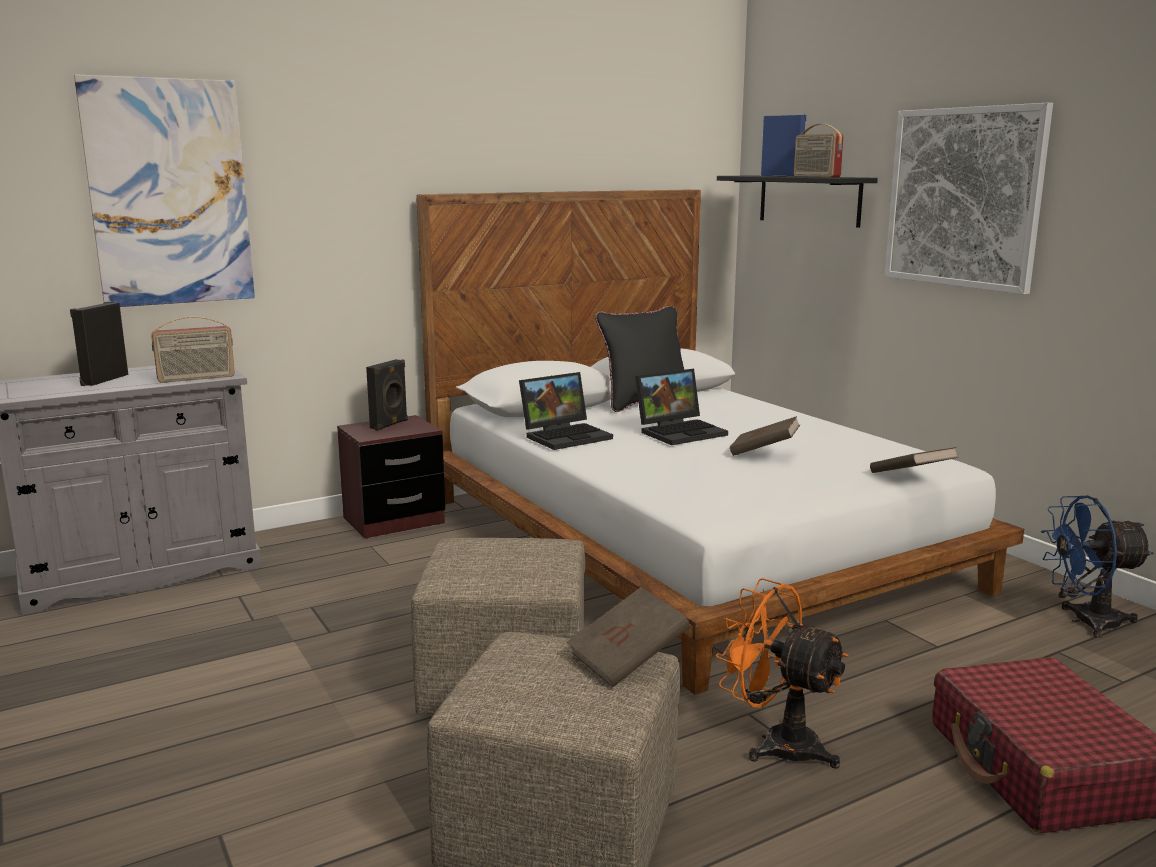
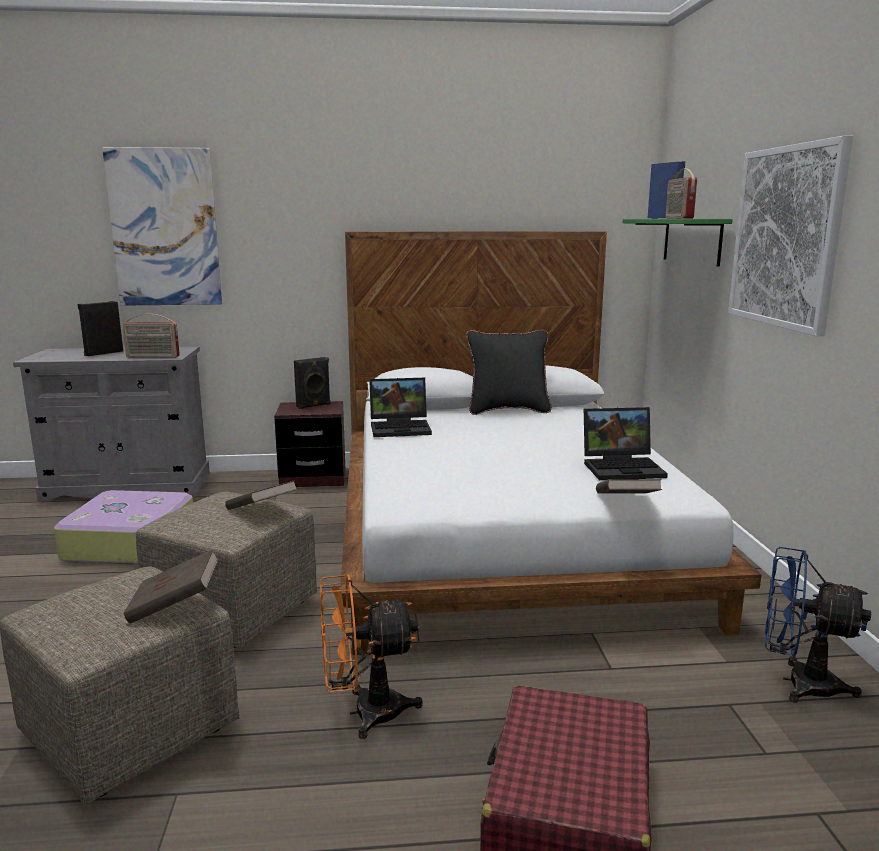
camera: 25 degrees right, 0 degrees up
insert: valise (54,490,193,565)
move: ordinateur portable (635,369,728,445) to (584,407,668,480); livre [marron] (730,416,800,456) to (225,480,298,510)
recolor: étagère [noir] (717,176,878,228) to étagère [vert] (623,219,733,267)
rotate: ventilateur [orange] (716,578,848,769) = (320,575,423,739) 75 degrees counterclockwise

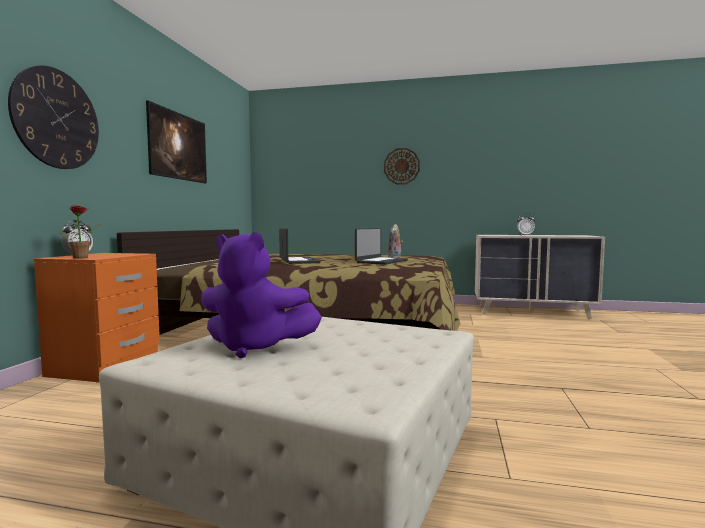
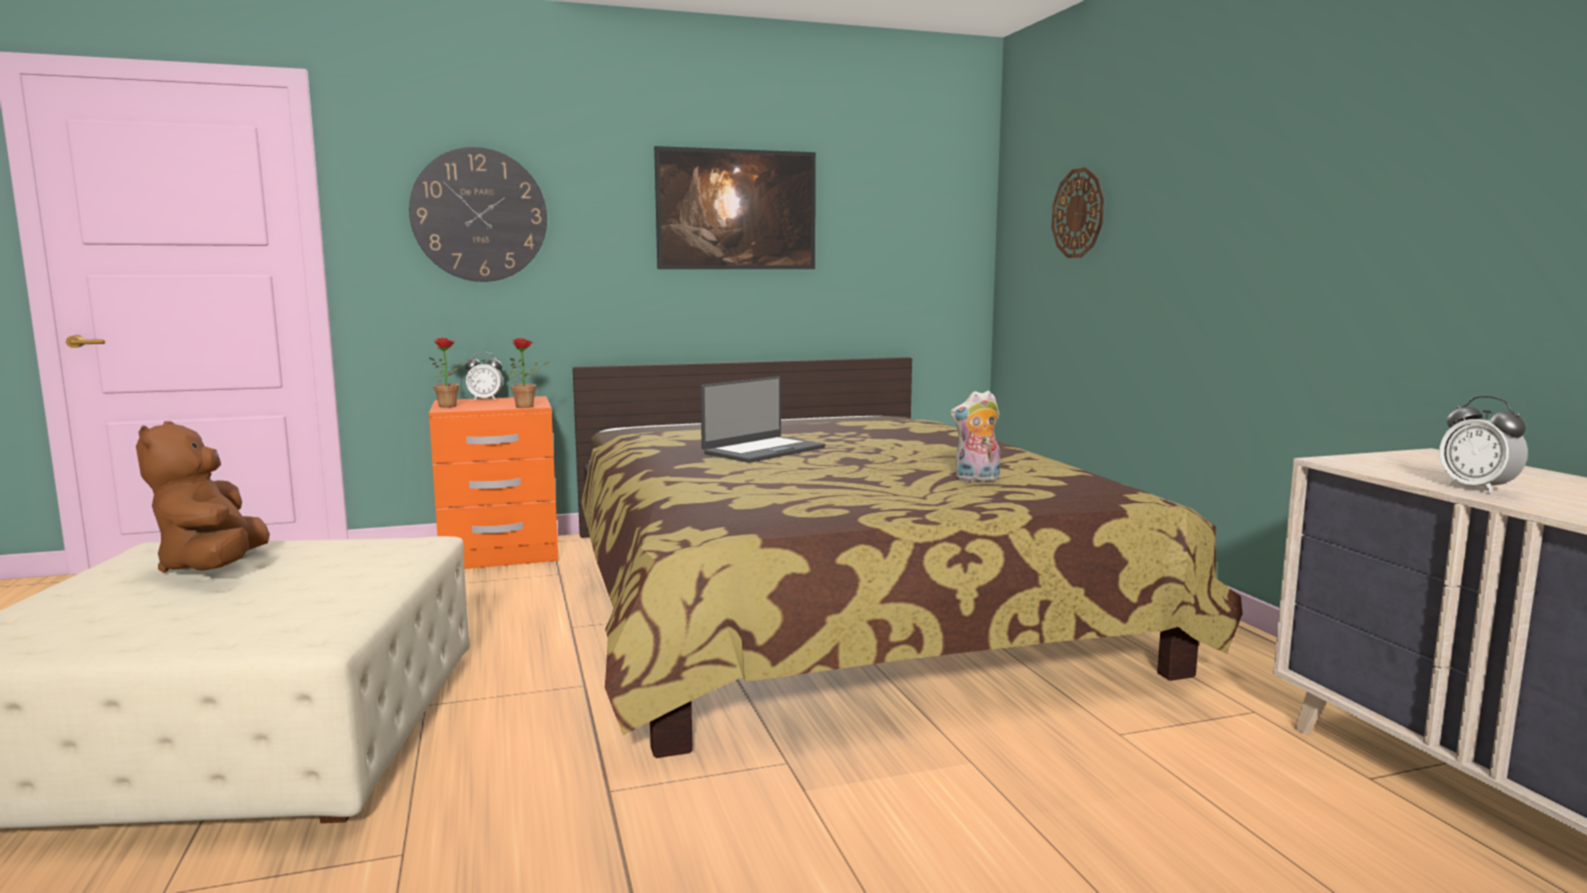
camera: 60 degrees right, 5 degrees up
delete: ordinateur portable (355,228,408,265)
insert: plante en pot (508,338,551,408)
move: horloge murale (384,148,420,185) to (1052,167,1104,258)
recolor: peluche [violet] (201,232,322,358) to peluche [marron] (136,421,270,573)

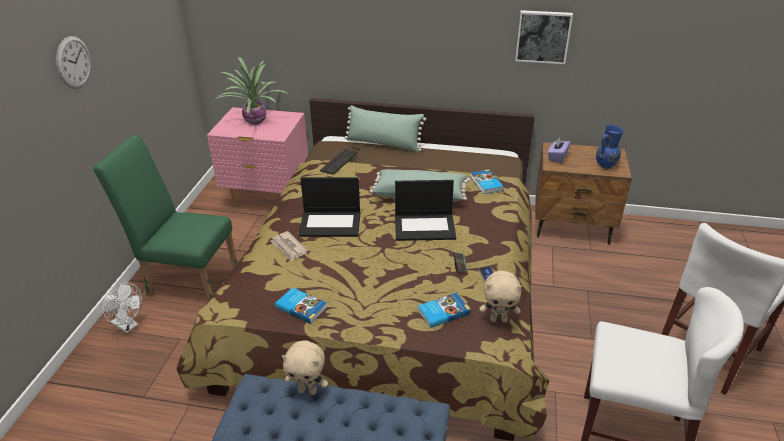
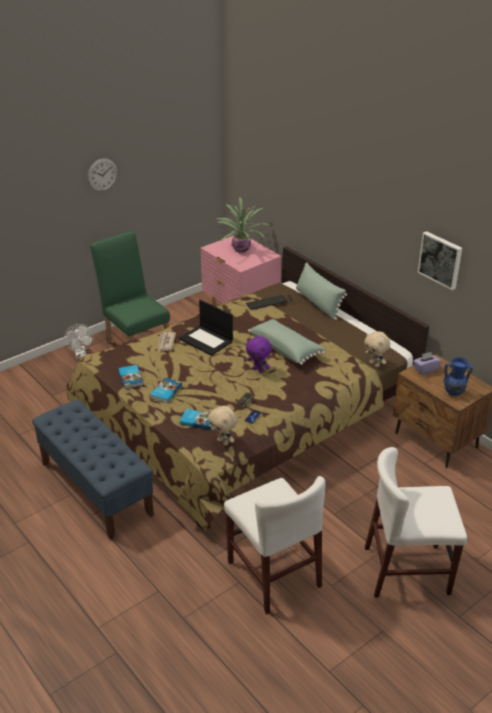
camera: 40 degrees right, 0 degrees up
move: livre (470,169,504,194) to (150,378,182,403); peluche [beige] (282,340,328,395) to (364,331,390,367)
replace: ordinateur portable (395,180,456,241) to peluche [violet] (246,336,272,373)

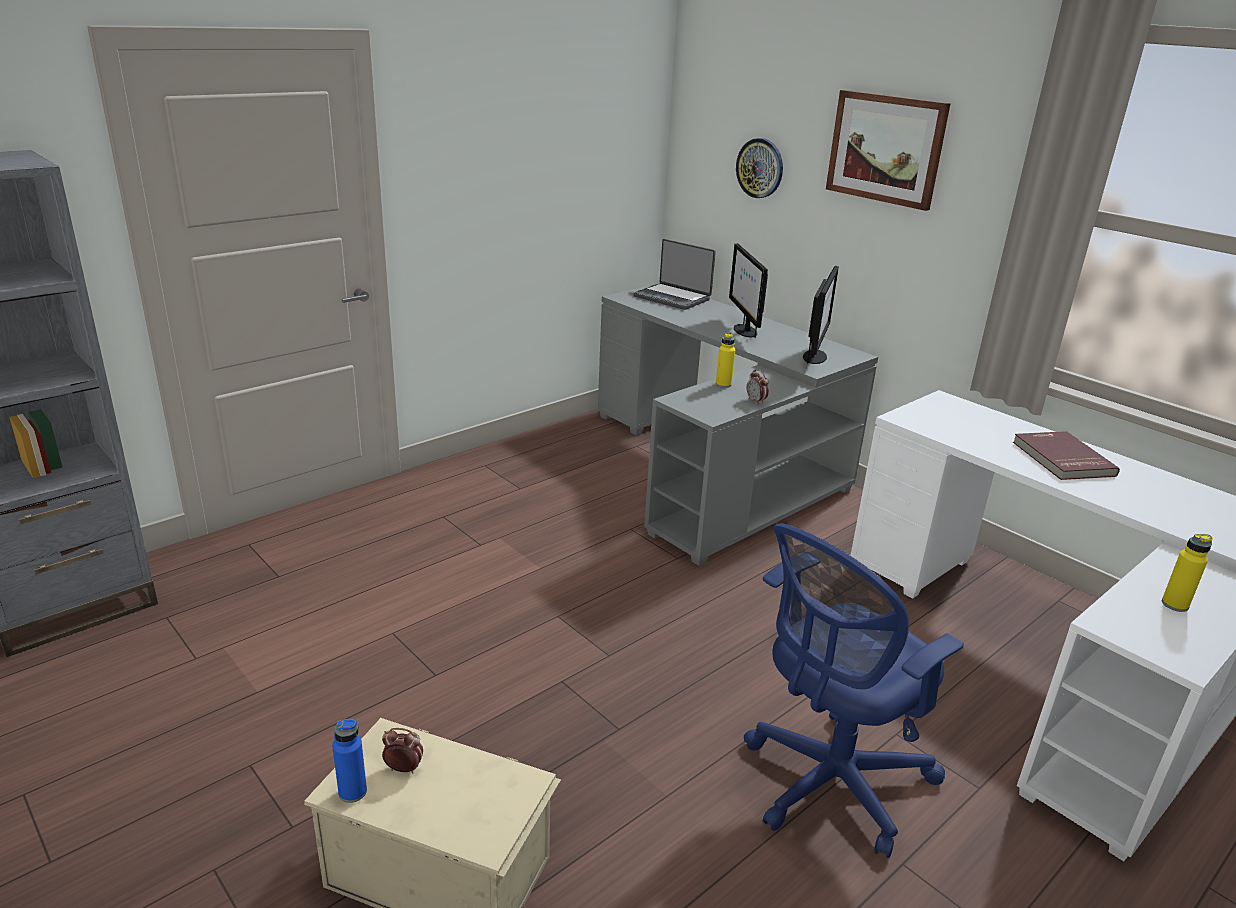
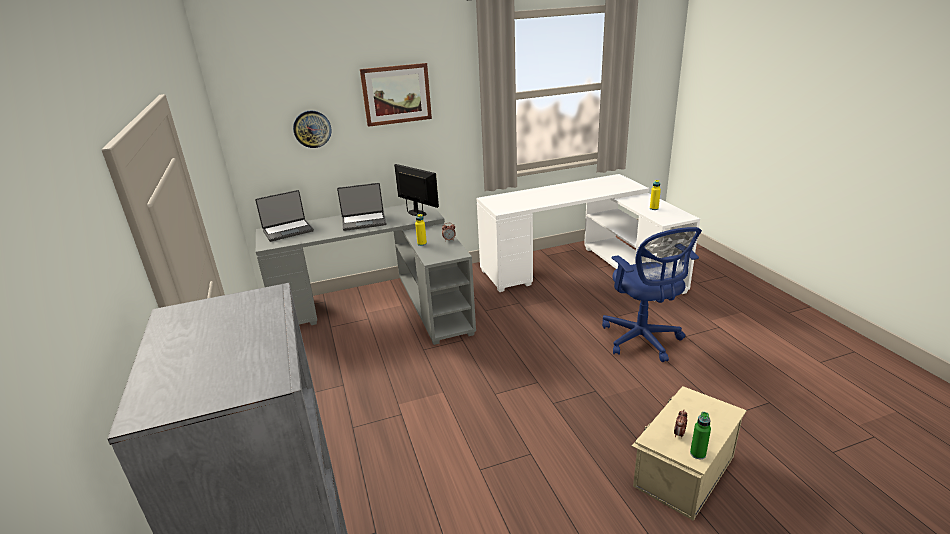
camera: 65 degrees left, 0 degrees up
delete: livre [rouge] (1013,431,1120,480)
replace: écran d'ordinateur (729,243,768,338) to ordinateur portable (337,183,387,231)
recolor: bouteille [bleu] (332,719,367,803) to bouteille [vert] (690,412,711,459)

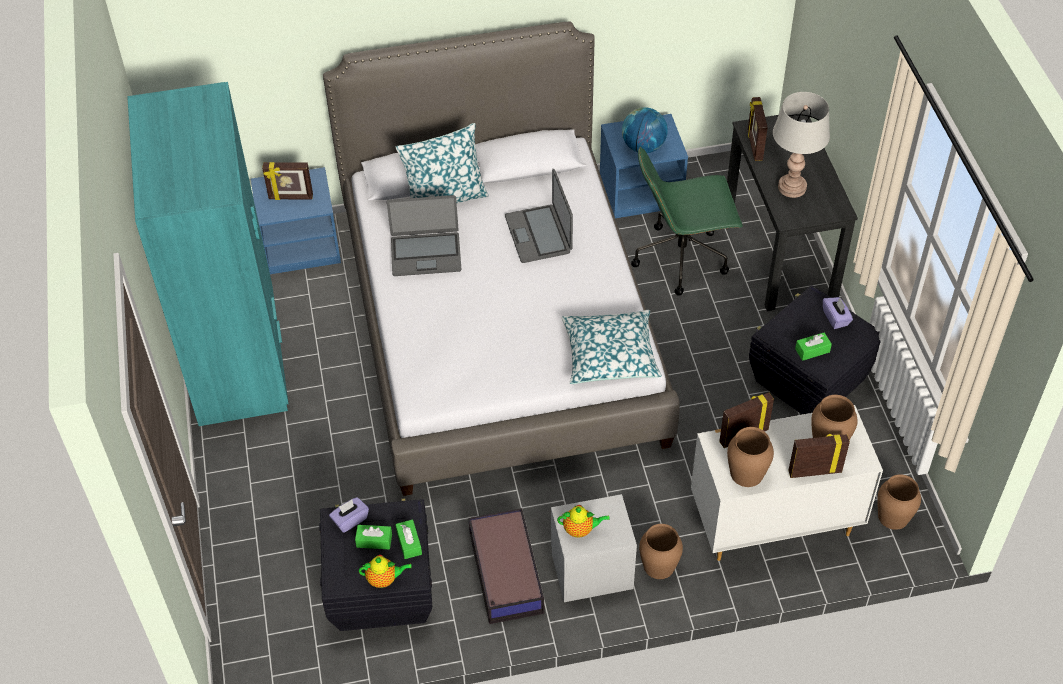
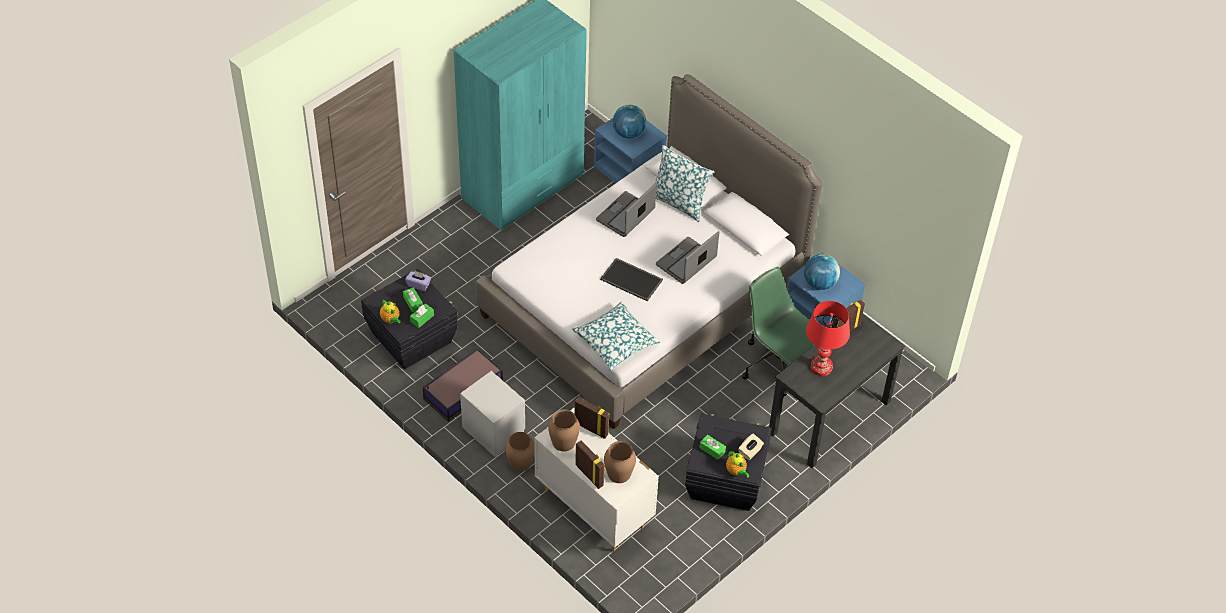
camera: 55 degrees right, 0 degrees up
delete: vase [marron] (877,474,921,530)
insert: plateau (600,258,663,301)
move: théière (557,505,610,538) to (726,451,750,477)
replace: cadre photo (262,162,313,200) to globe (613,105,646,138)
recolor: lampe de table [gris] (773,92,830,198) to lampe de table [rouge] (806,301,850,376); boîte à mouchoirs [violet] (823,297,853,329) to boîte à mouchoirs [beige] (738,434,764,460)
rotate: ordinateur portable (387,195,461,276) = (596,183,657,237) 75 degrees clockwise

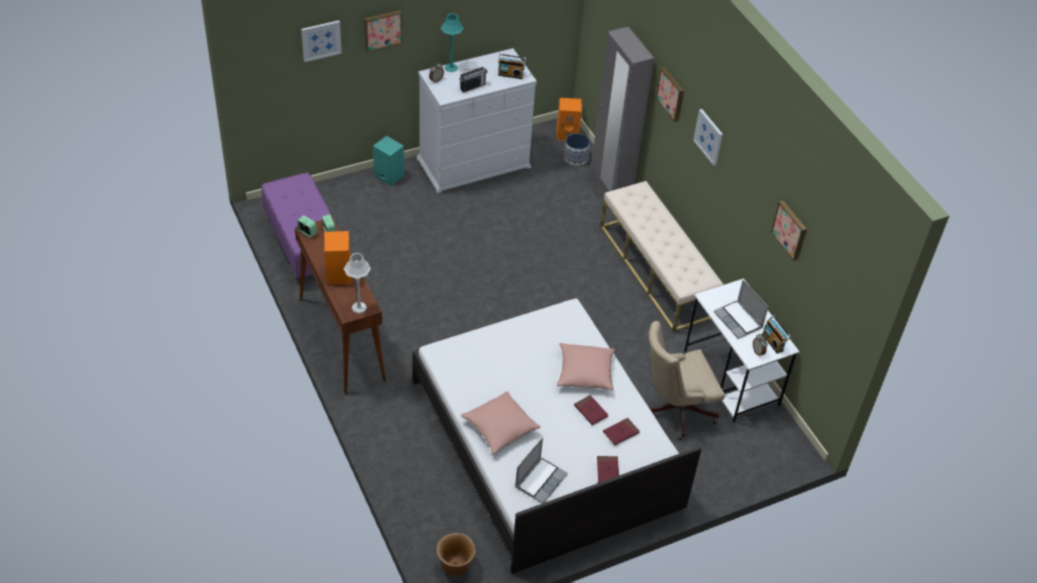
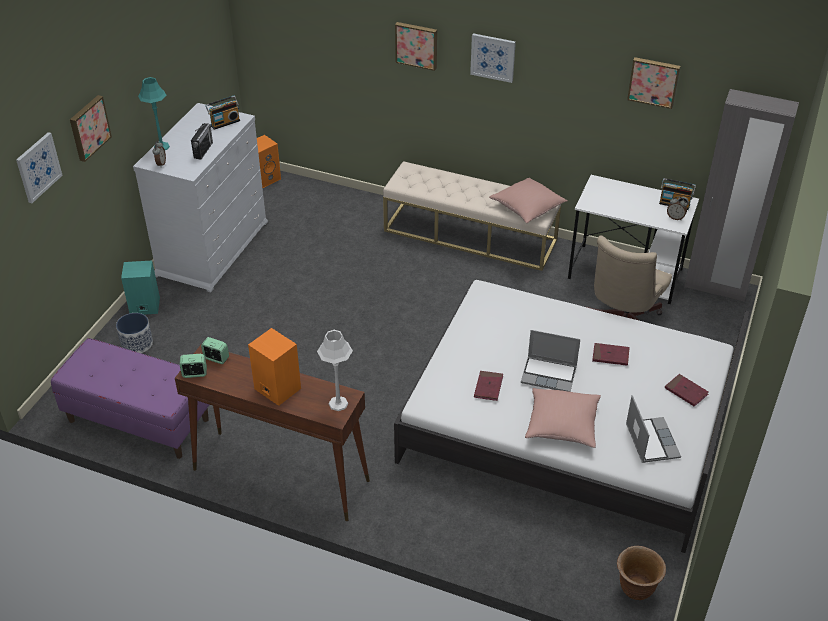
camera: 40 degrees left, 5 degrees down
move: armoire [gris] (591,26,654,193) to (684,89,799,302); cache-pot (564,133,590,165) to (116,313,153,353); ordinateur portable (714,280,768,339) to (521,330,580,392); coussin [rose] (557,343,615,390) to (489,178,568,223); livre [rouge] (603,418,640,445) to (474,371,503,401)

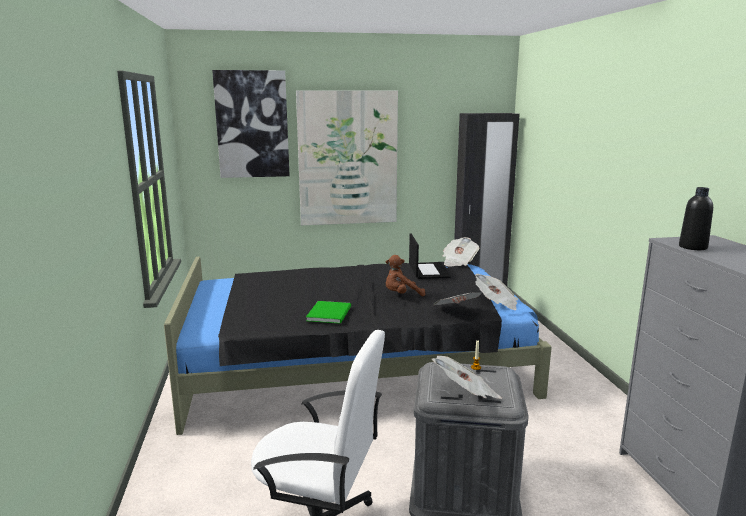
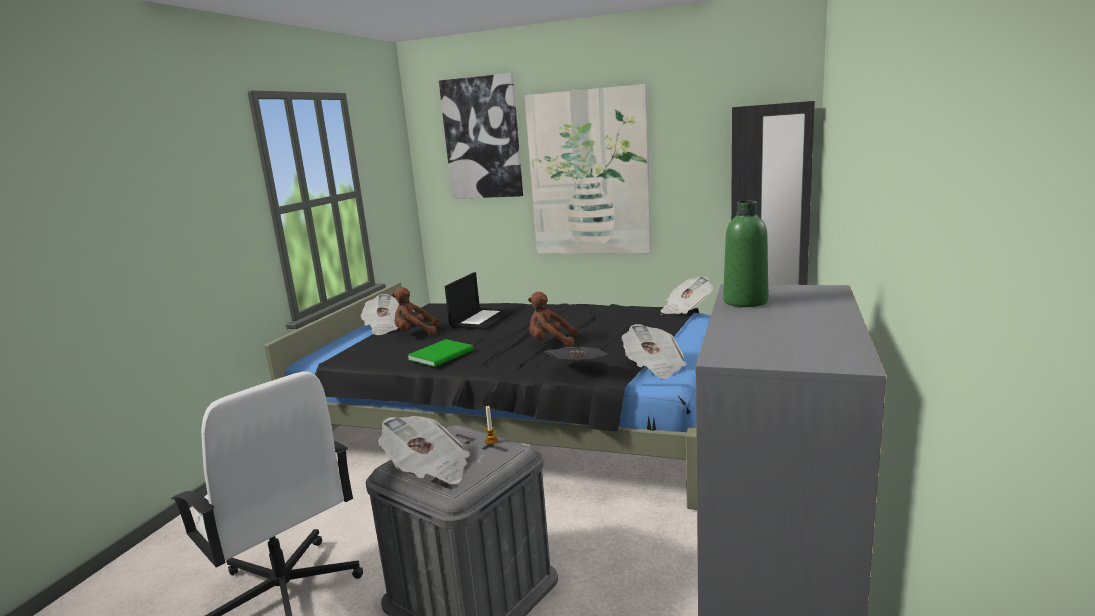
camera: 30 degrees right, 0 degrees up
insert: peluche [marron] (392,287,440,335); journal (360,294,399,335)
move: ordinateur portable (409,234,451,279) to (445,272,514,330)
recolor: bouteille [noir] (679,187,713,250) to bouteille [vert] (723,201,768,307)

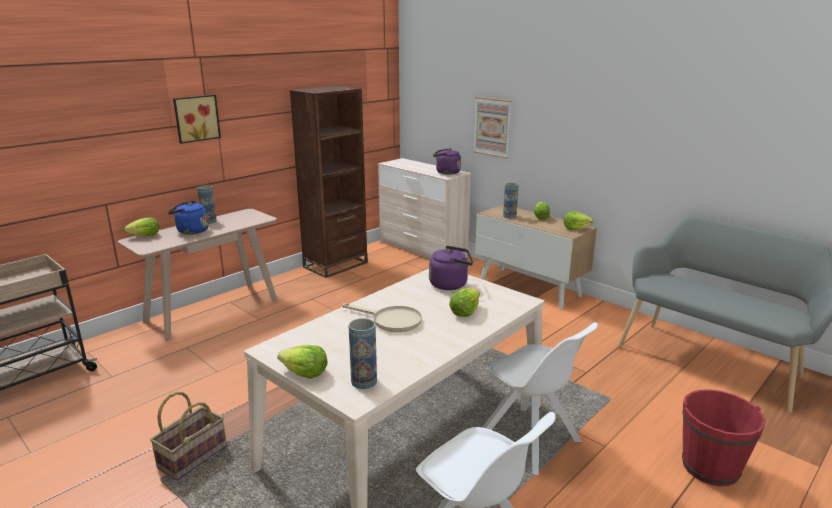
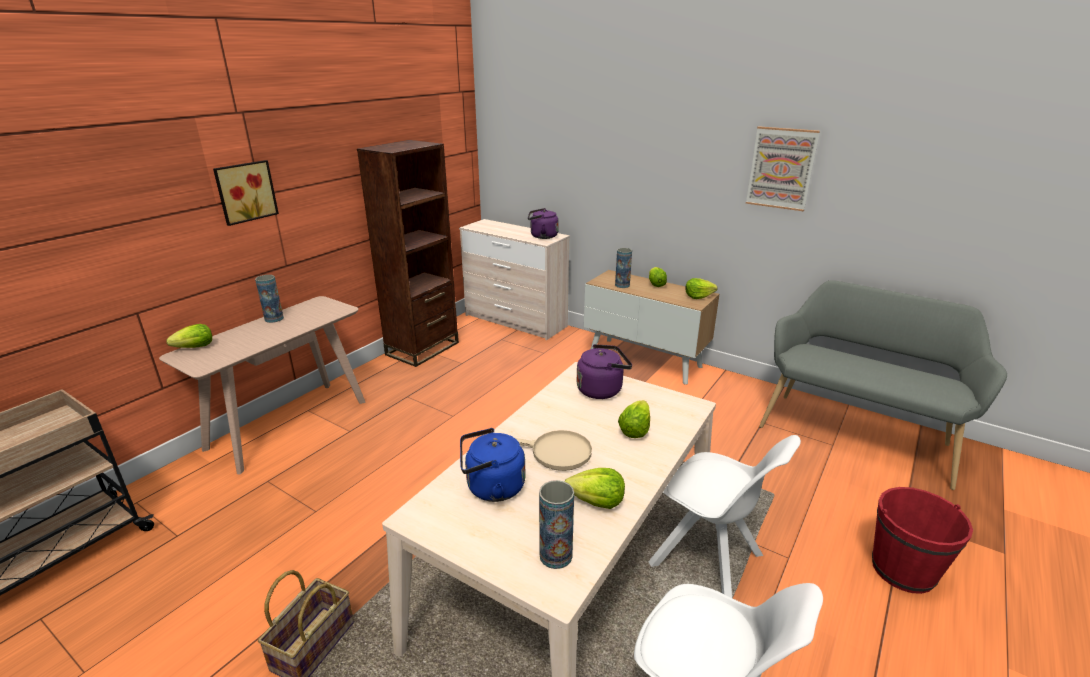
camera: 10 degrees left, 5 degrees up
move: tableau (473,97,511,158) to (746,126,820,211); bouilloire [bleu] (168,201,209,235) to (460,428,526,502); laitue (277,345,328,379) to (565,468,625,509)

